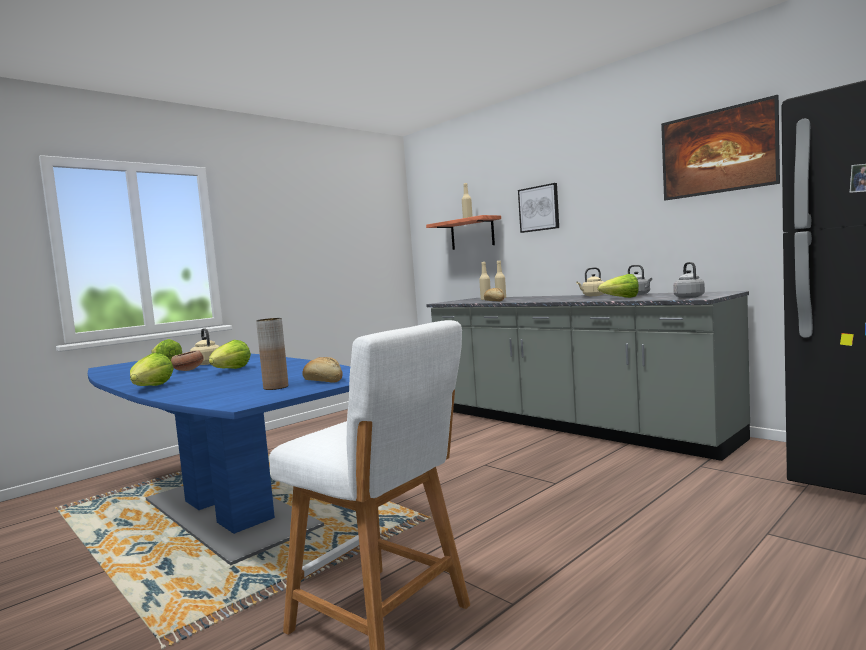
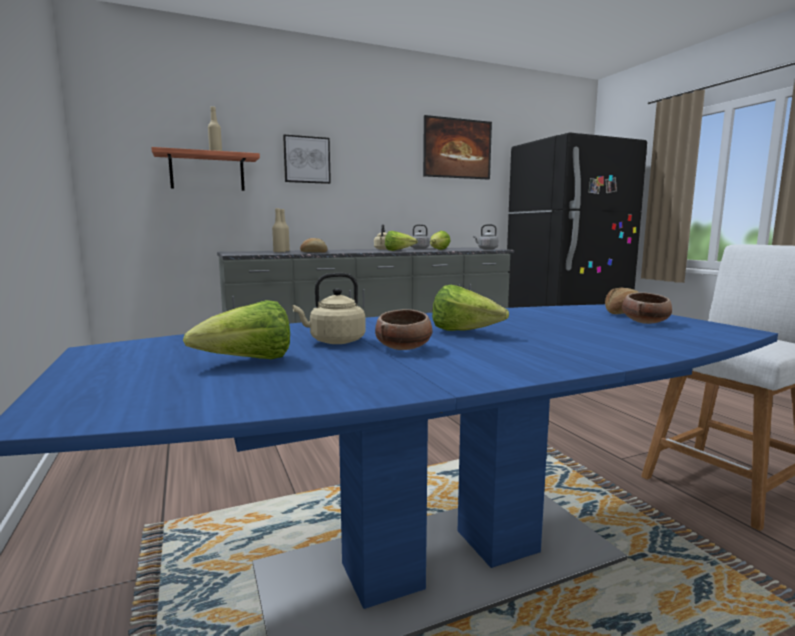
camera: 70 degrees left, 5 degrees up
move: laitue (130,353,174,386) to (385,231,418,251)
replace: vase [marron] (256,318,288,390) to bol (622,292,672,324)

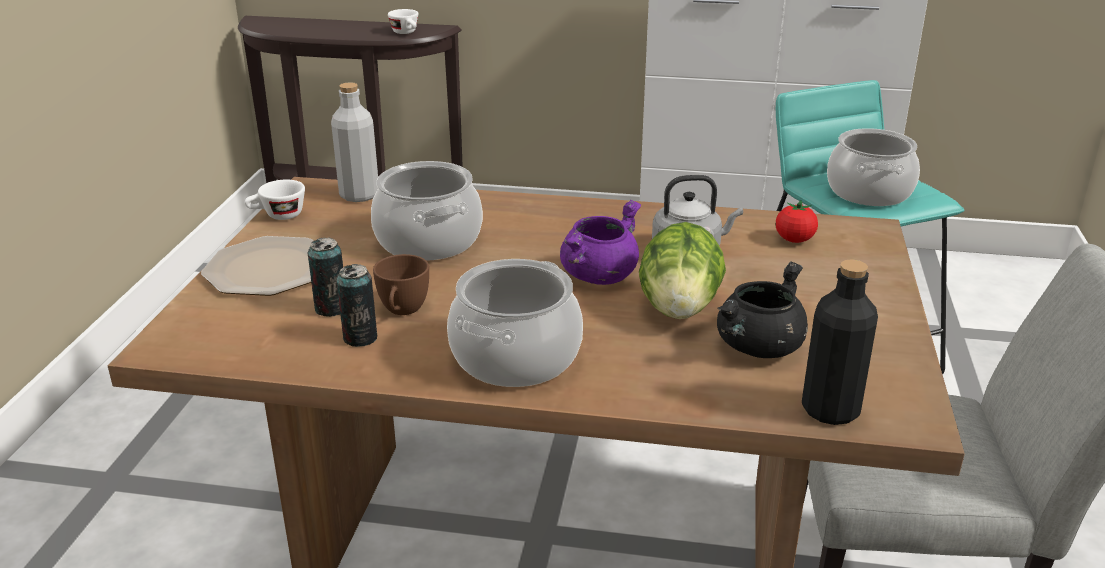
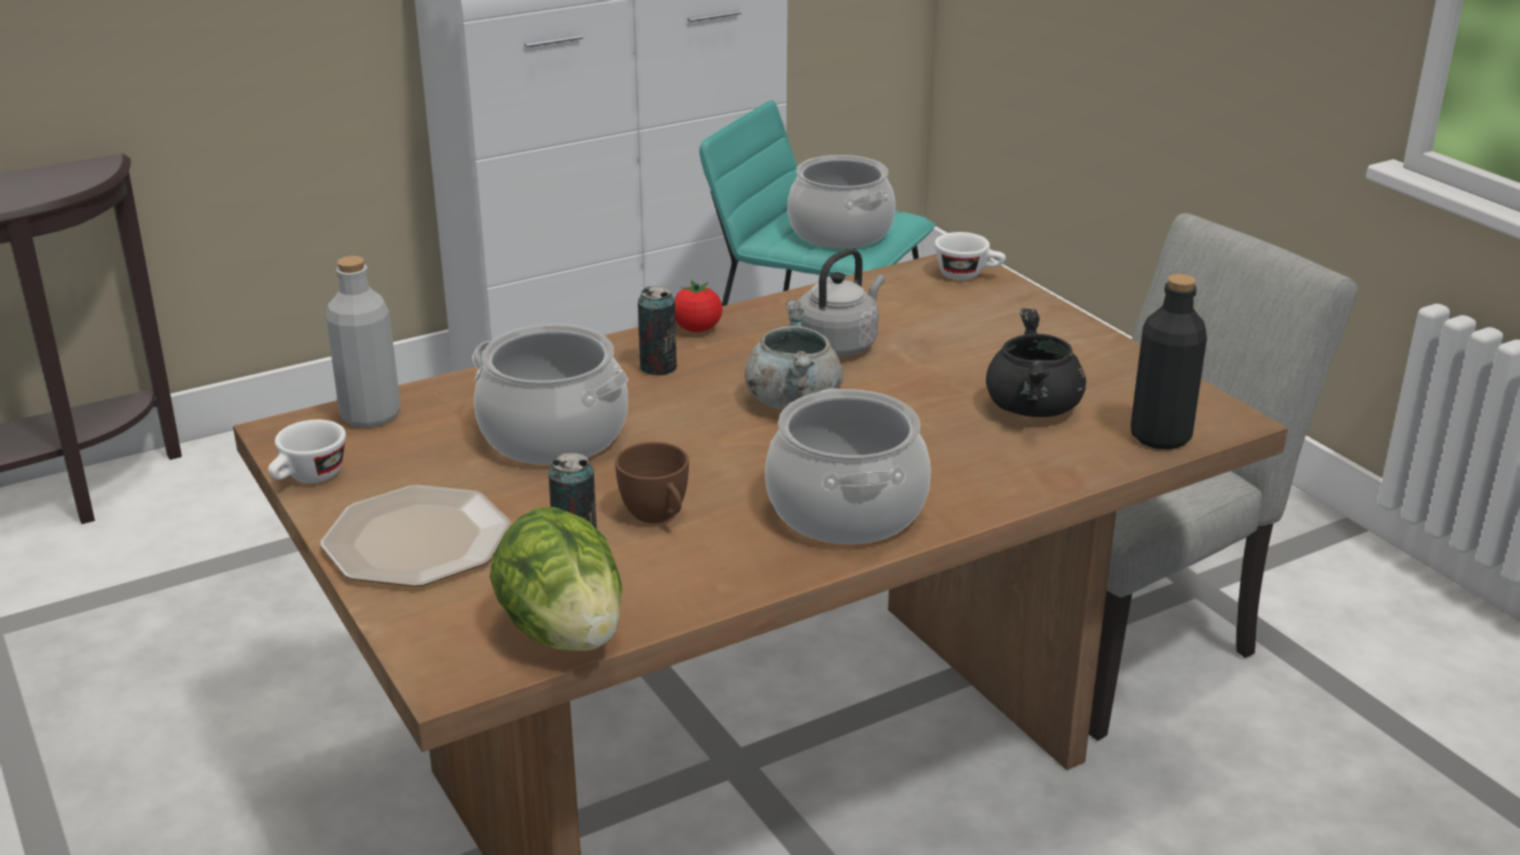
camera: 40 degrees left, 0 degrees up
move: tasse [blanc] (388,9,418,34) to (935,232,1006,280); tomate (776,200,818,243) to (674,280,723,332); laitue (639,222,726,319) to (490,507,622,652); boîte métallique (336,264,377,347) to (638,285,677,375)
recolor: marmite [violet] (560,200,641,285) to marmite [gris] (745,301,843,410)

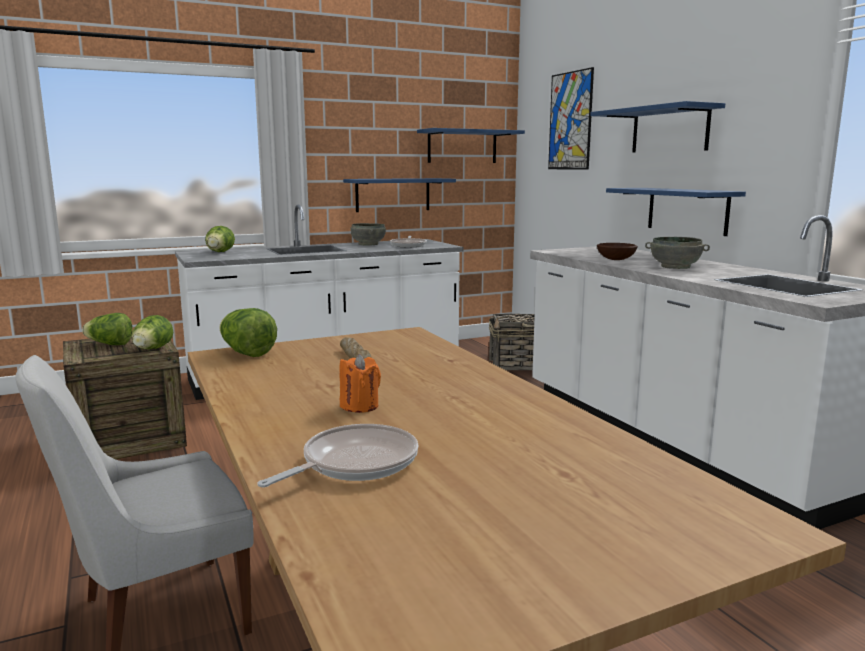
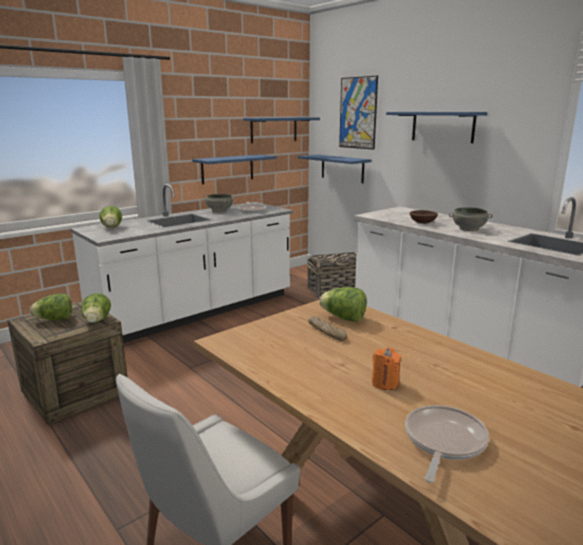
camera: 15 degrees left, 5 degrees up
move: étagère [bleu] (606,188,746,236) to (298,154,371,183); laitue (219,308,277,357) to (319,287,367,322)

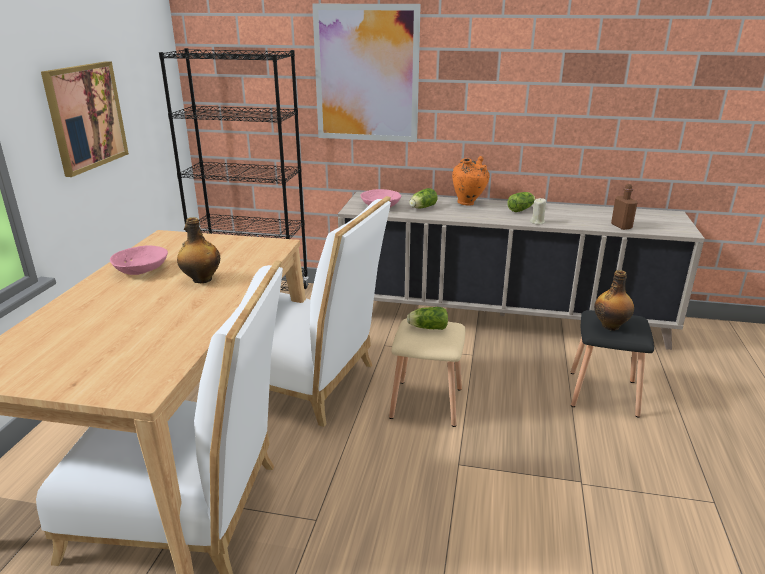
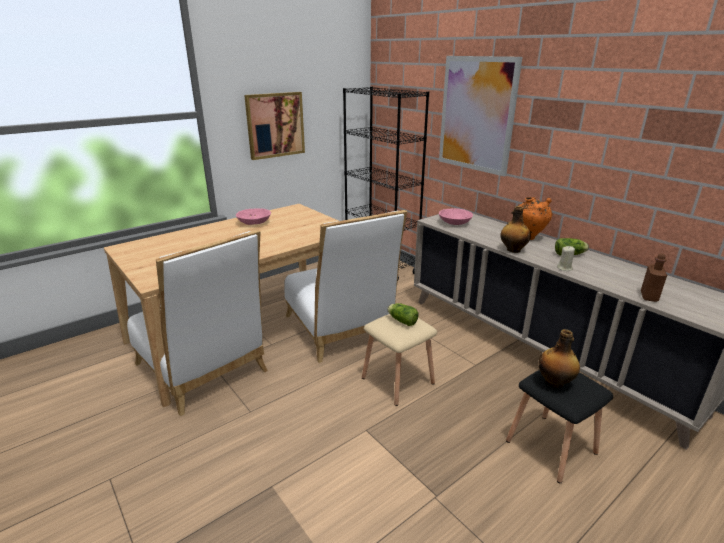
camera: 40 degrees right, 0 degrees up
delete: laitue (409,188,438,208)
move: bouteille (177,217,220,283) to (500,206,531,253)

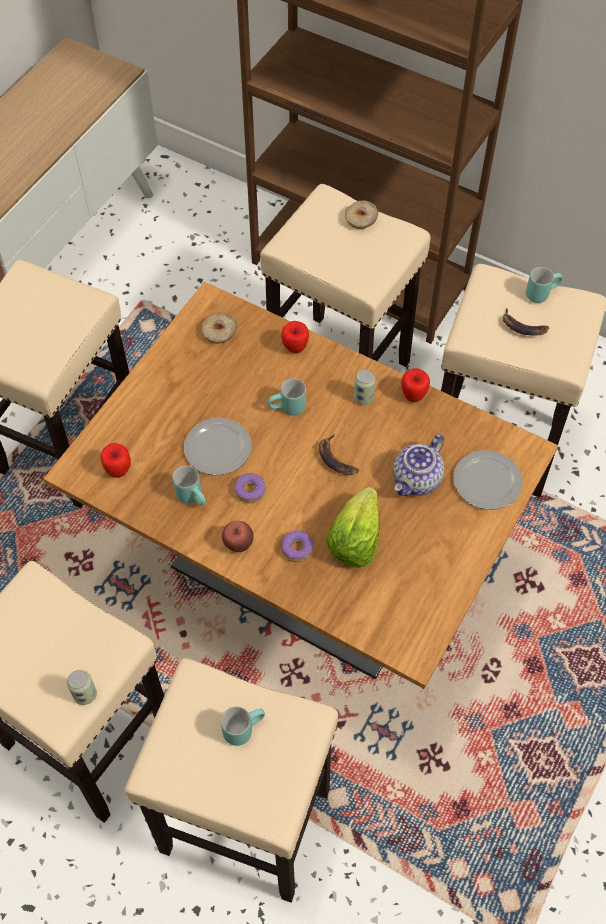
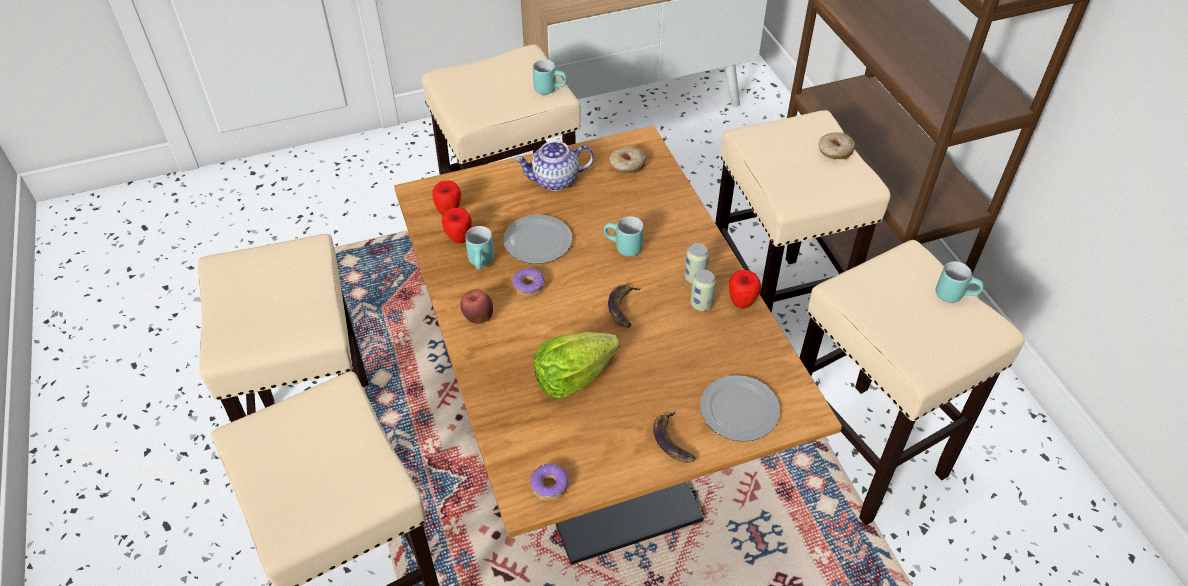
camera: 40 degrees right, 10 degrees down
move: banane (503,308,549,336) to (653,411,696,463); pomme (281,321,309,353) to (442,208,472,244); théière (393,434,444,496) to (515,141,594,191); beignet (281,530,313,562) to (531,463,568,501); boîte métallique (67,670,97,705) to (690,270,716,311); mug [turquoise] (221,706,265,746) to (533,60,567,95)

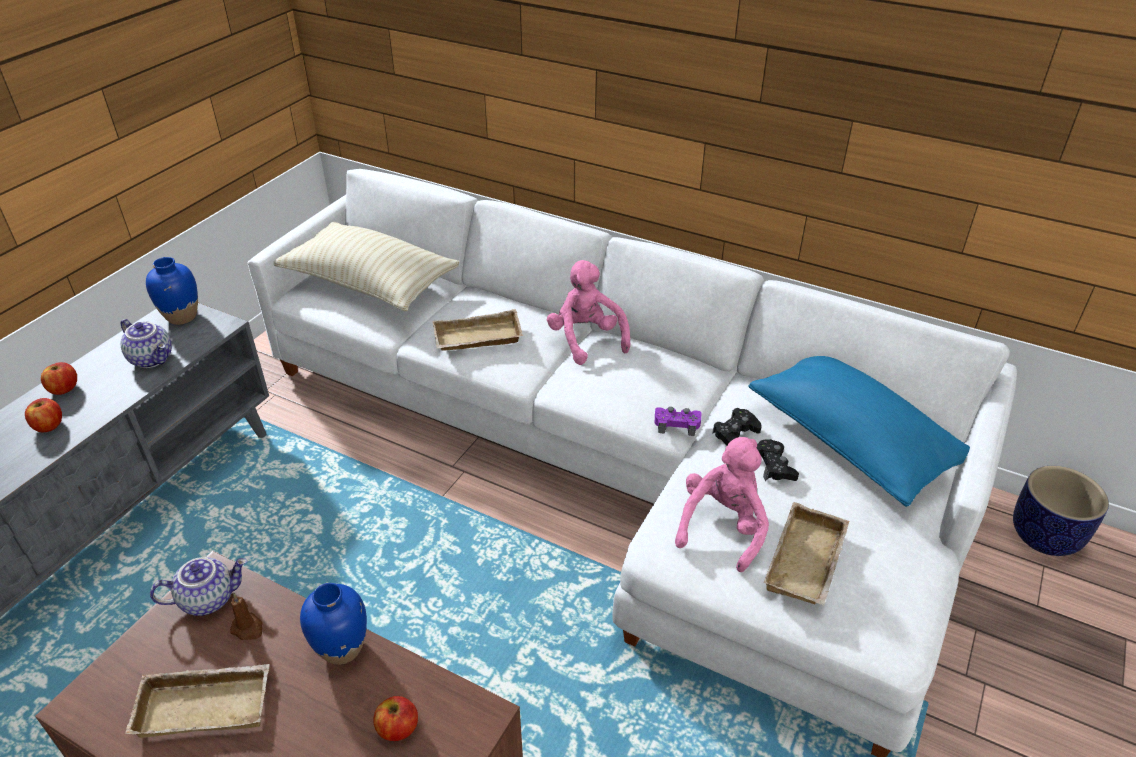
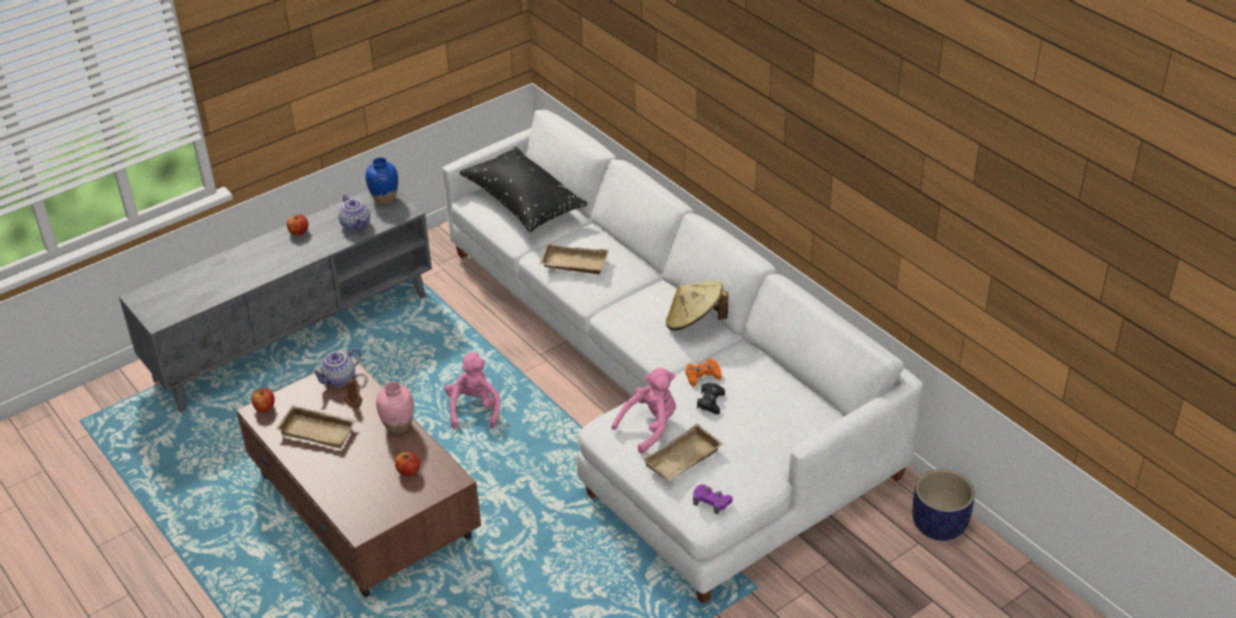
camera: 25 degrees right, 0 degrees up
delete: coussin [bleu] (749,356,970,507)
insert: chapeau [beige] (666,280,728,330)
move: peluche [rose] (547,260,630,365) to (445,352,500,428); pomme (25,398,62,432) to (252,388,275,412); manette [violet] (654,407,701,436) to (693,484,733,515)
recolor: coussin [beige] (274,221,460,311) to coussin [noir] (460,147,588,232); manette [noir] (712,408,762,446) to manette [orange] (686,358,722,387); vase [bleu] (300,583,367,665) to vase [rose] (376,382,414,434)
rotate: théière (150,557,247,616) = (311,348,361,387) 135 degrees clockwise

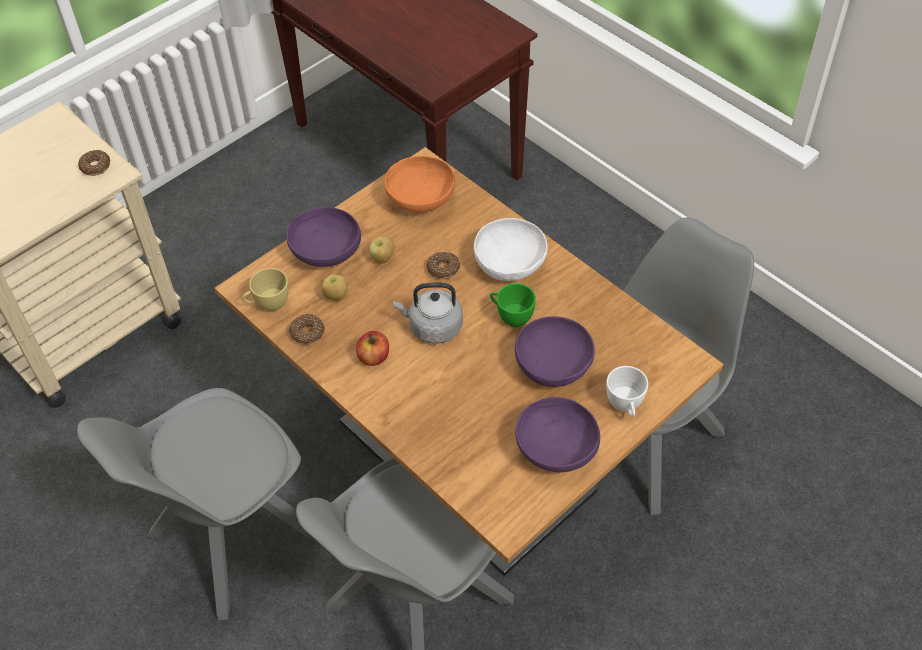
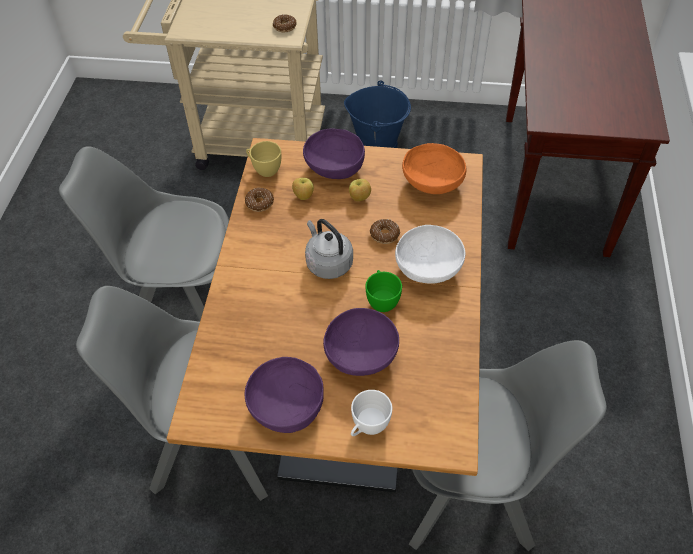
camera: 50 degrees right, 0 degrees up
delete: pomme (356,331,389,366)
insert: seau [bleu] (344,80,411,148)

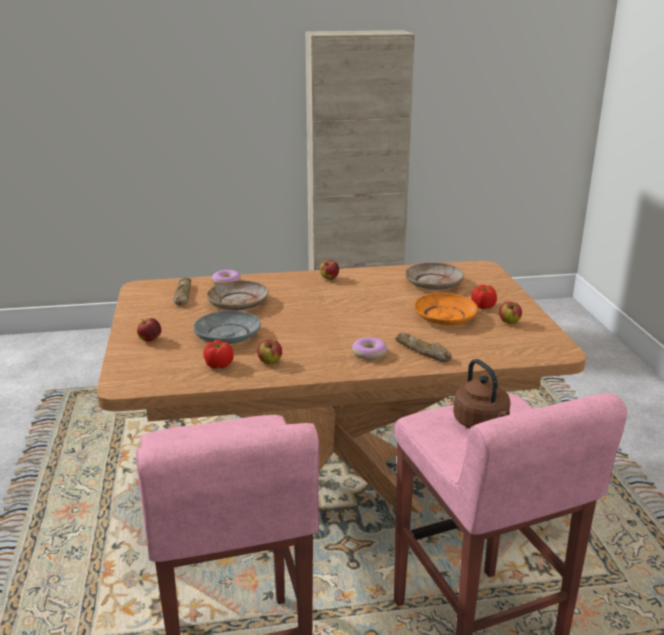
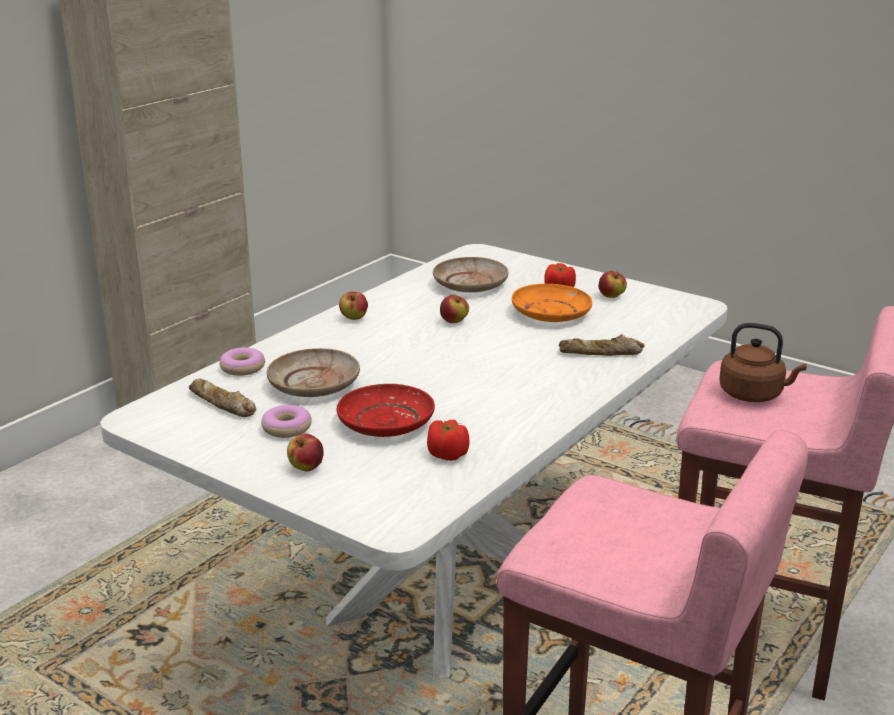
camera: 45 degrees left, 0 degrees up
move: beignet (351,337,387,360) to (261,405,312,438); pomme (257,339,282,364) to (440,295,469,323)
recolor: table à manger [marron] (97,261,586,513) to table à manger [blanc] (100,244,728,679); assiette [gris] (193,310,261,344) to assiette [rouge] (337,384,435,437)

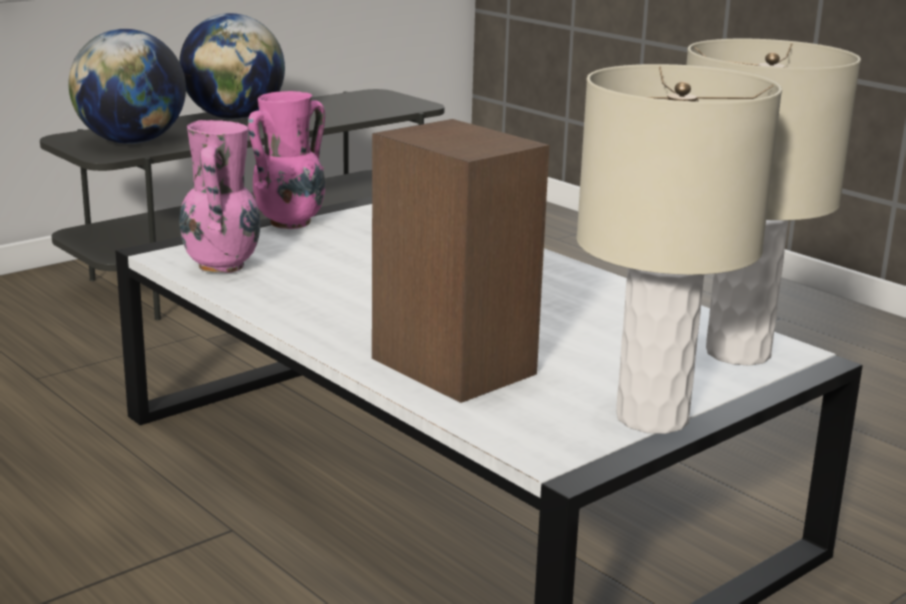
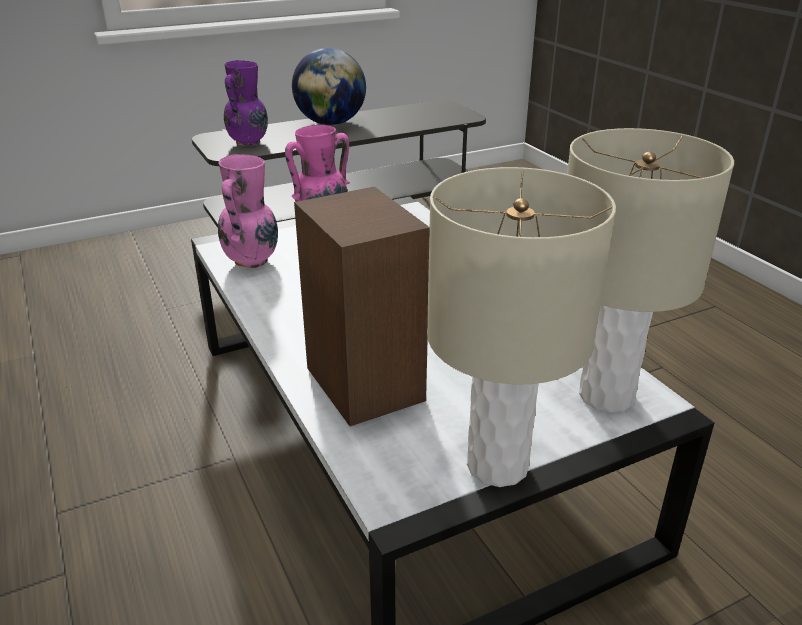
camera: 15 degrees right, 10 degrees up
replace: globe (69,29,186,144) to vase [violet] (224,60,268,146)

